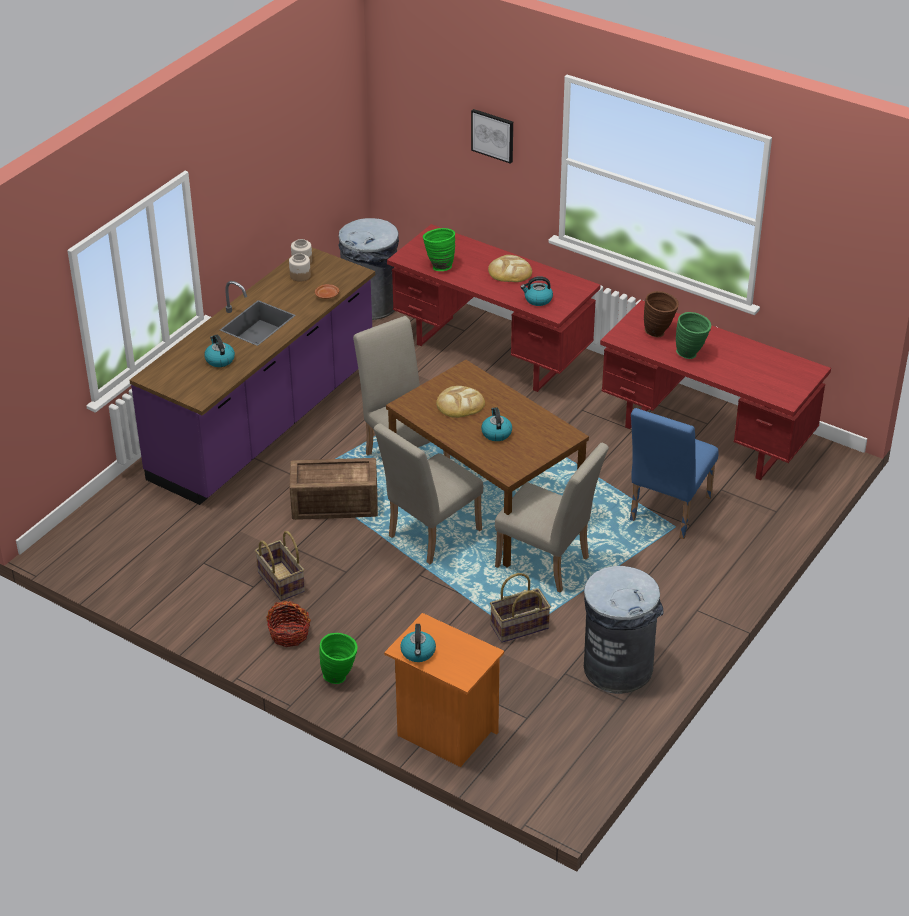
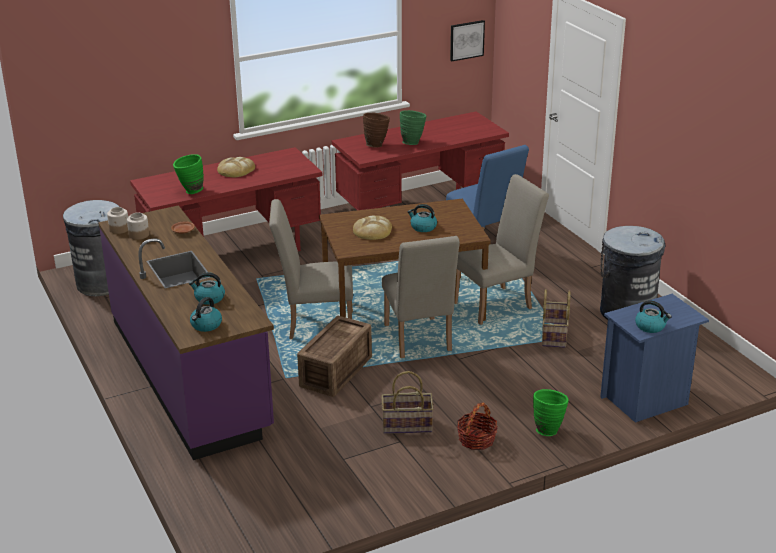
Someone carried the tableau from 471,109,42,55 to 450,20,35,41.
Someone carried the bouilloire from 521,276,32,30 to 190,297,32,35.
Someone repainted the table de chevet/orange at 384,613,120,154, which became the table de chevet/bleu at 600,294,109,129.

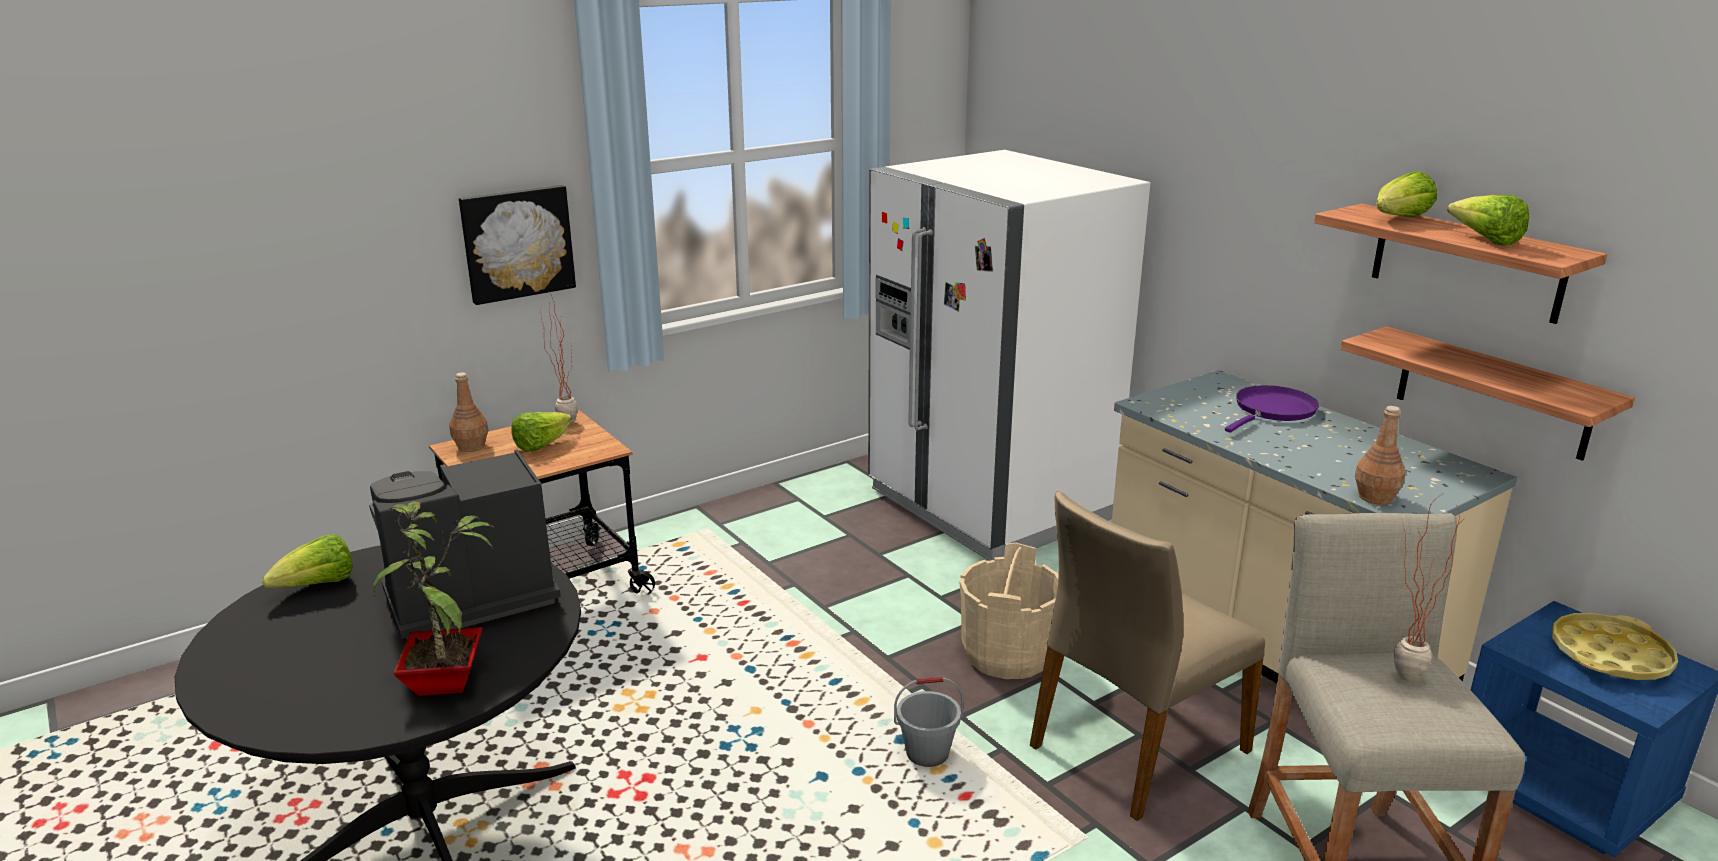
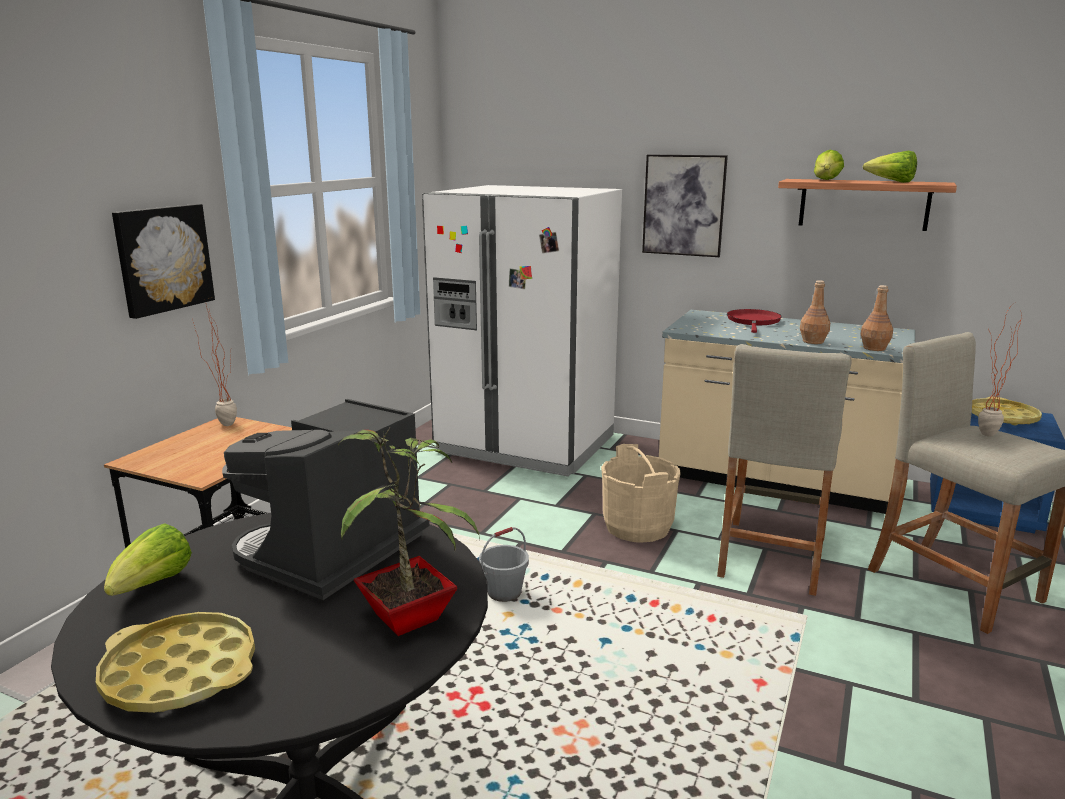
Someone took away the laitue at 511,412,61,40.
Someone took away the étagère at 1341,326,294,135.
Someone put down the plateau/jaune at 96,612,159,101.
Someone put up the tableau at 642,155,86,102.
Someone carried the bouteille/marron from 449,373,39,79 to 800,280,30,64.
Someone carried the seau/gris from 894,677,70,90 to 479,527,50,75.
Someone swapped the chaise/beige at 1030,491,235,330 for the tabouret/beige at 717,344,135,252.
Someone repainted the poêle/violet at 1225,385,94,48, which became the poêle/rouge at 727,309,55,24.

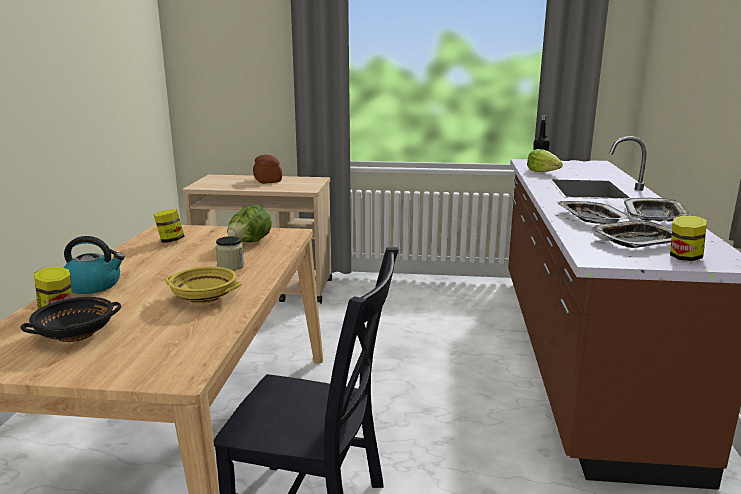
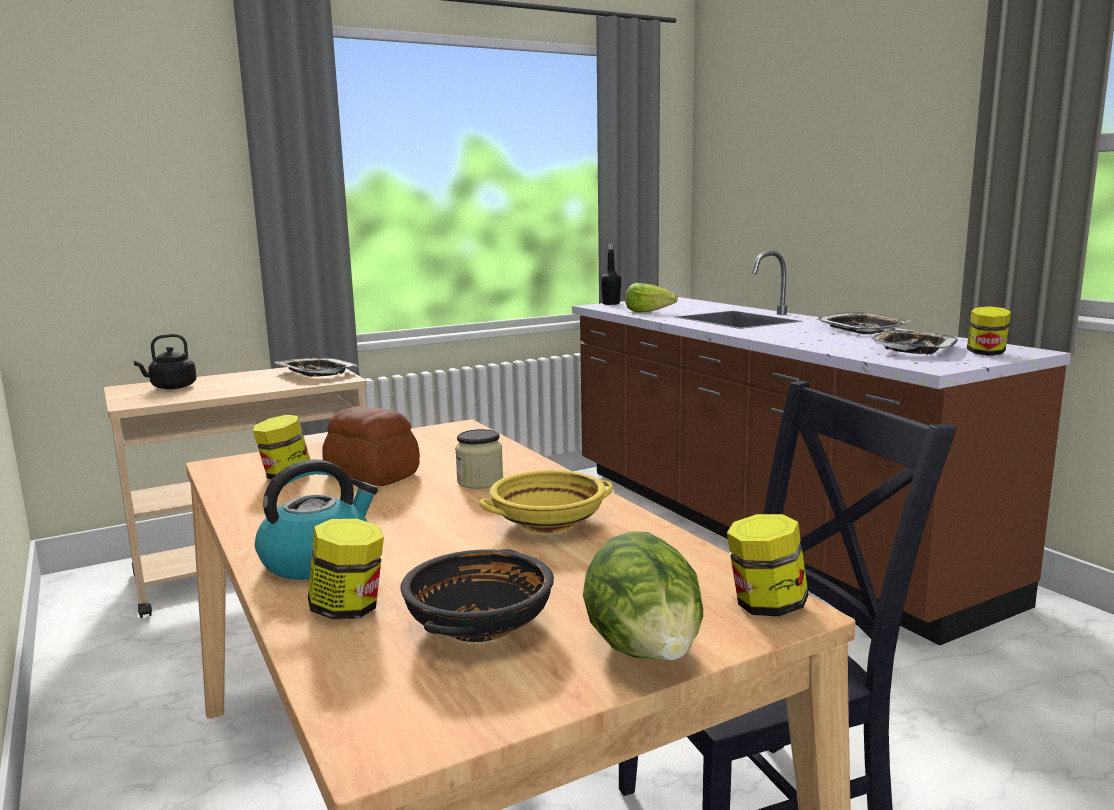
Someone put down the bouilloire/noir at 134,334,63,55.
Someone put down the bocal at 727,514,82,102.
Someone carried the laitue from 227,205,45,37 to 583,531,120,130.
Someone carried the pain from 253,155,29,29 to 322,406,98,80.
Someone carried the plateau from 557,201,75,23 to 274,358,84,19.

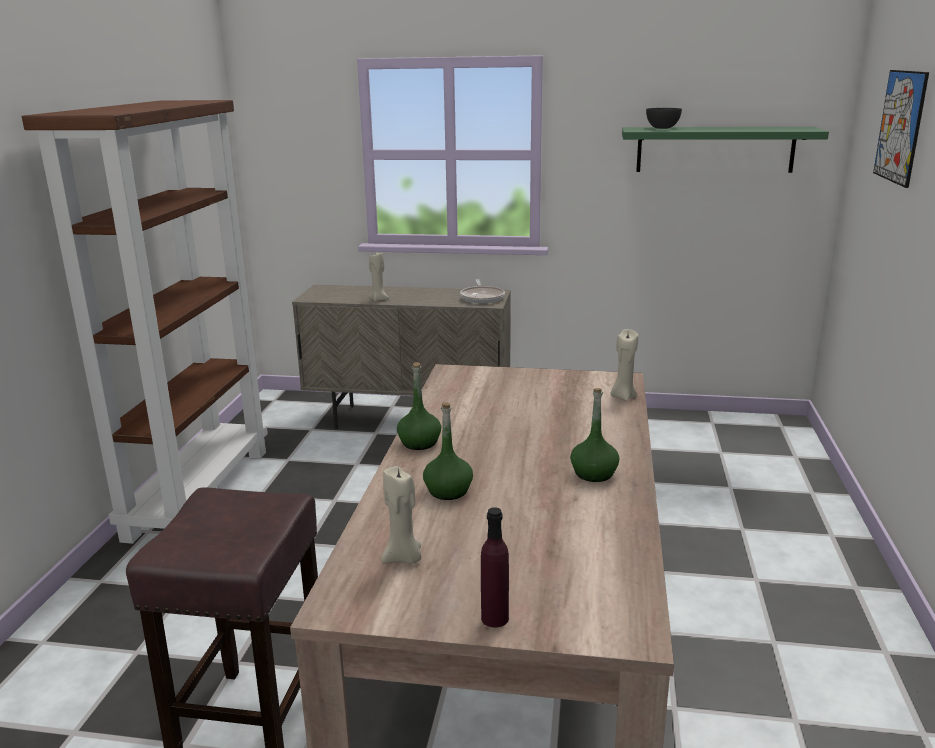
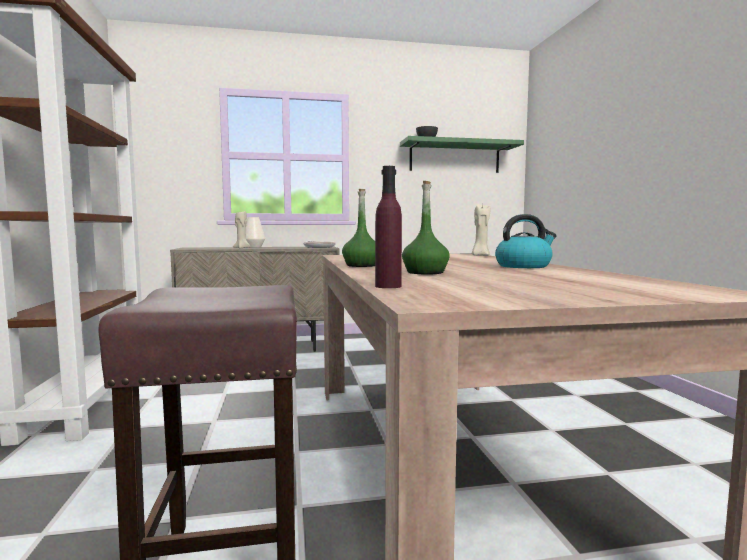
Someone took away the bougie/beige at 381,466,40,98.
Someone took away the tableau at 873,70,56,118.
Someone put down the vase/blanc at 245,217,20,31.
Someone carried the bouteille/violet from 481,507,28,120 to 375,166,27,122.
Someone swapped the bouteille/vert at 570,388,49,94 for the bouilloire at 495,214,61,54.

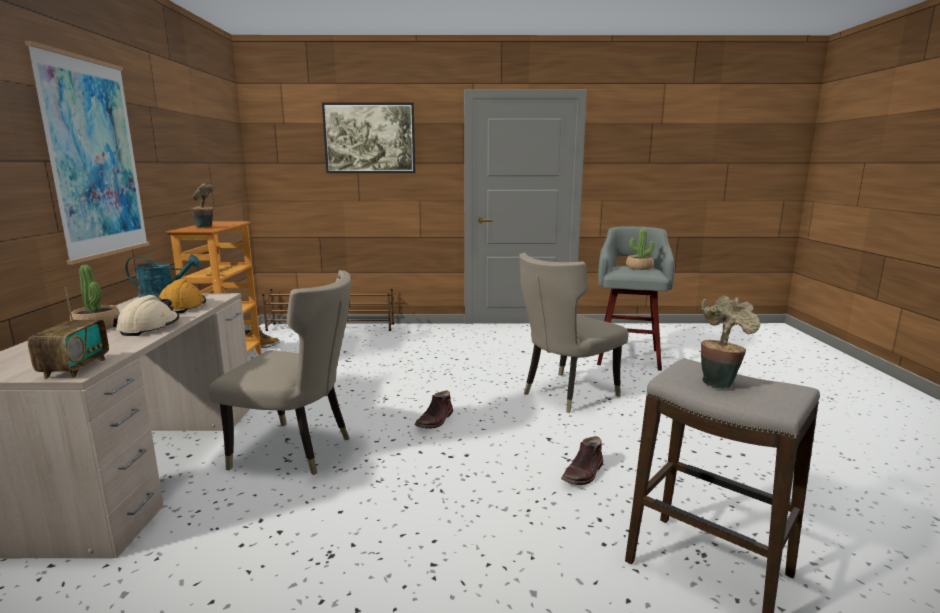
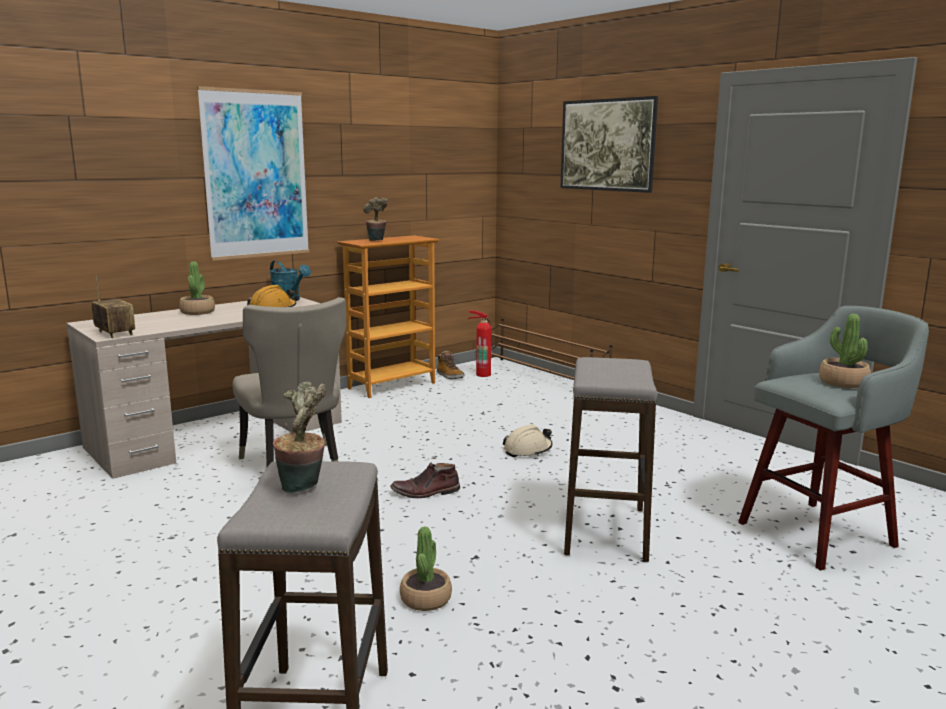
Someone put down the extincteur at 468,310,25,67.
Someone carried the casque de chantier/beige from 113,295,66,41 to 503,425,49,32.
Someone swapped the chaise/beige at 519,253,109,160 for the tabouret at 564,357,93,205.
Someone swapped the botte/marron at 561,436,42,49 for the plante en pot at 400,526,52,85.
Someone rotated the radio at 28,287,81,92 by 90 degrees counterclockwise.

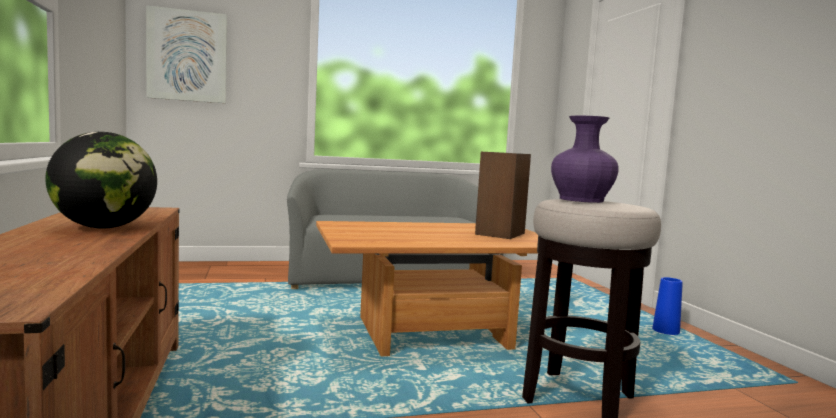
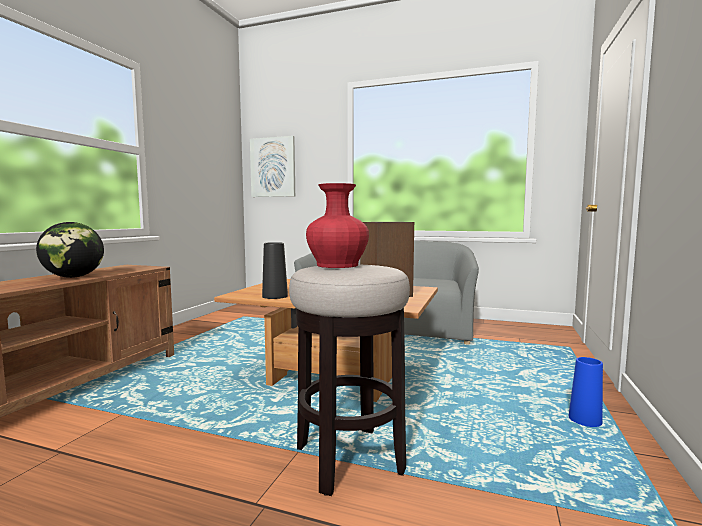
Someone put down the vase/noir at 262,242,26,57.
Someone repainted the vase/violet at 551,116,68,87, which became the vase/rouge at 306,183,63,85.

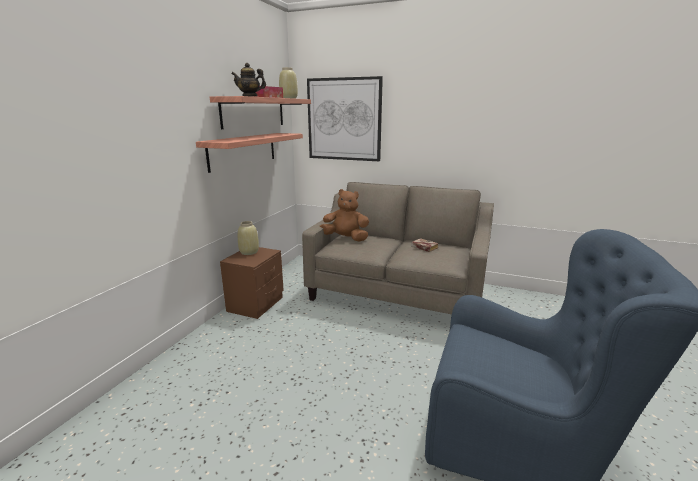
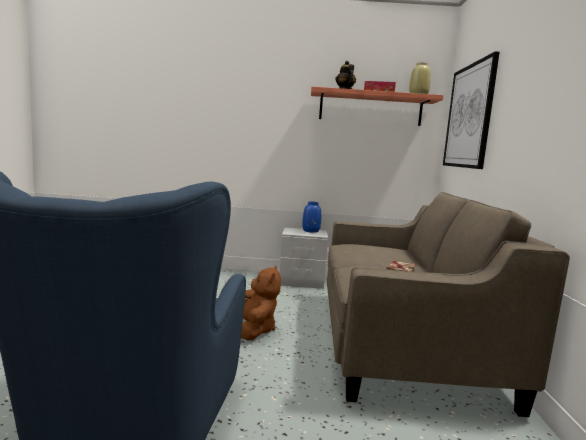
Someone took away the étagère at 196,133,107,40.
Someone carried the peluche/marron from 320,189,49,53 to 241,265,40,76.
Someone repainted the table de chevet/marron at 220,247,64,72, which became the table de chevet/gris at 280,227,48,62.
Someone repainted the vase/beige at 238,221,21,34, which became the vase/bleu at 302,202,19,31.

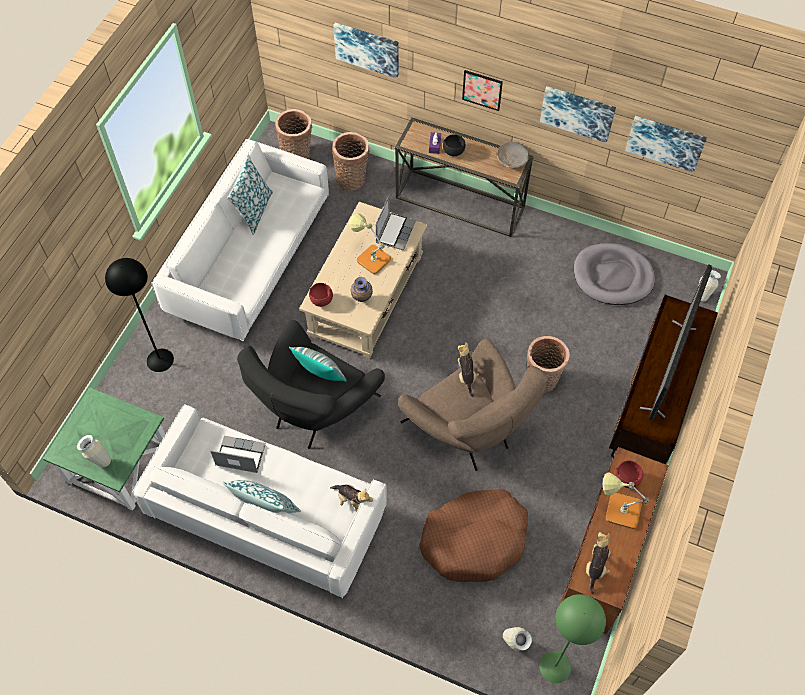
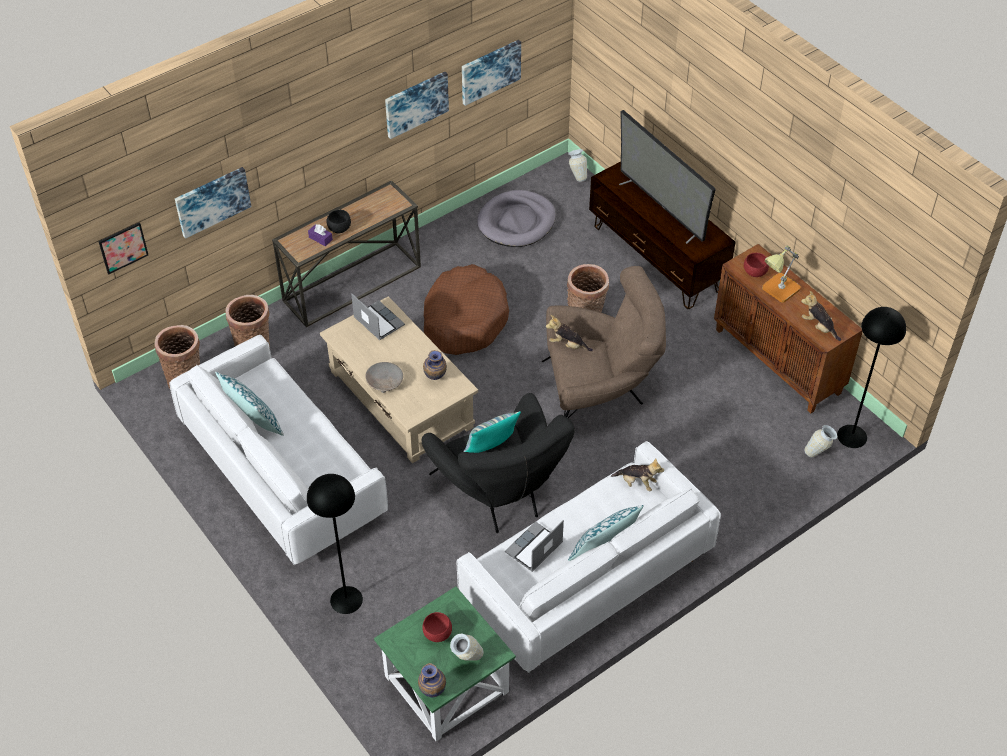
Someone took away the lampe de table at 349,213,42,61.
Someone put down the vase at 418,663,28,34.
Someone carried the bol/rouge from 309,283,24,24 to 422,612,30,30.
Someone carried the panier pour chien/marron from 419,489,109,93 to 424,264,85,91.
Someone carried the tableau from 462,70,41,41 to 98,222,50,52.
Someone carried the bol/beige from 497,142,32,26 to 365,362,38,31.
Someone repainted the lampadaire/vert at 539,594,67,89, which became the lampadaire/noir at 837,307,69,141.
Someone rotated the peluche at 330,484,43,28 by 45 degrees clockwise.

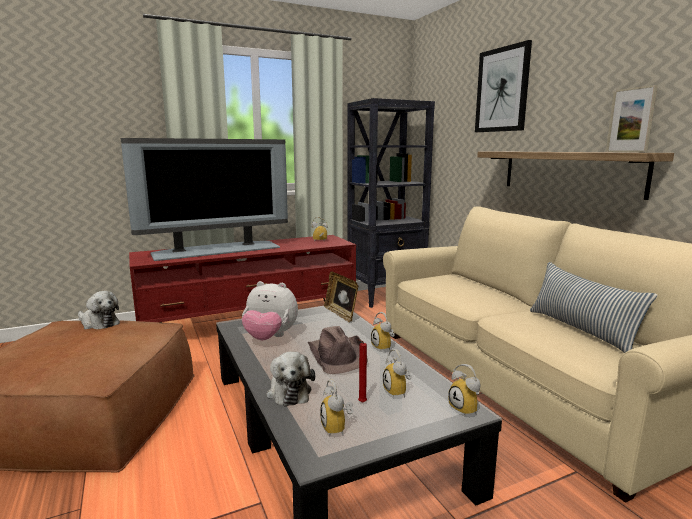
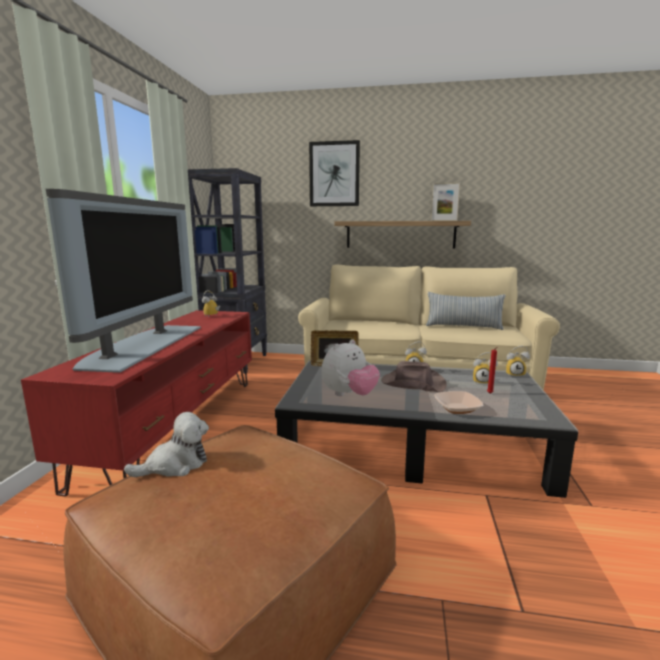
Someone took away the réveil at 320,380,34,56.
Someone swapped the peluche at 266,351,49,55 for the bol at 434,391,50,23.

